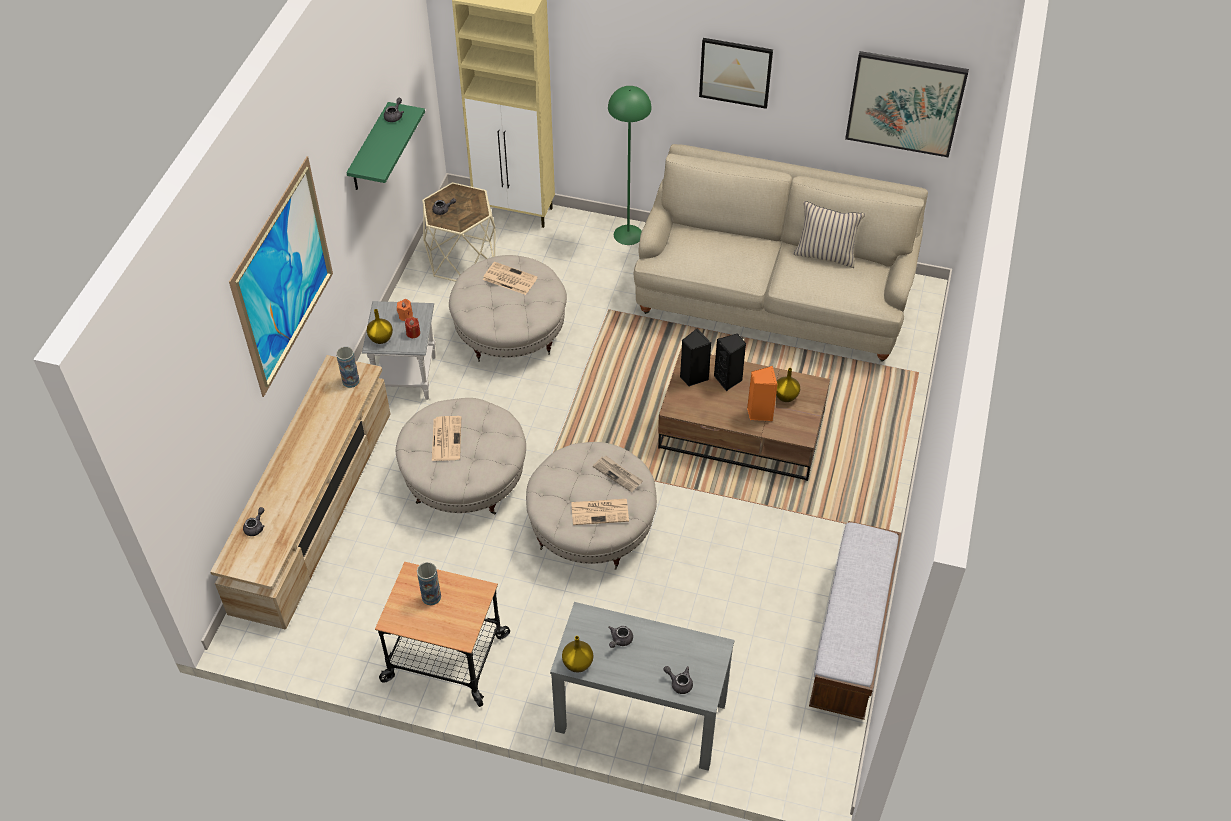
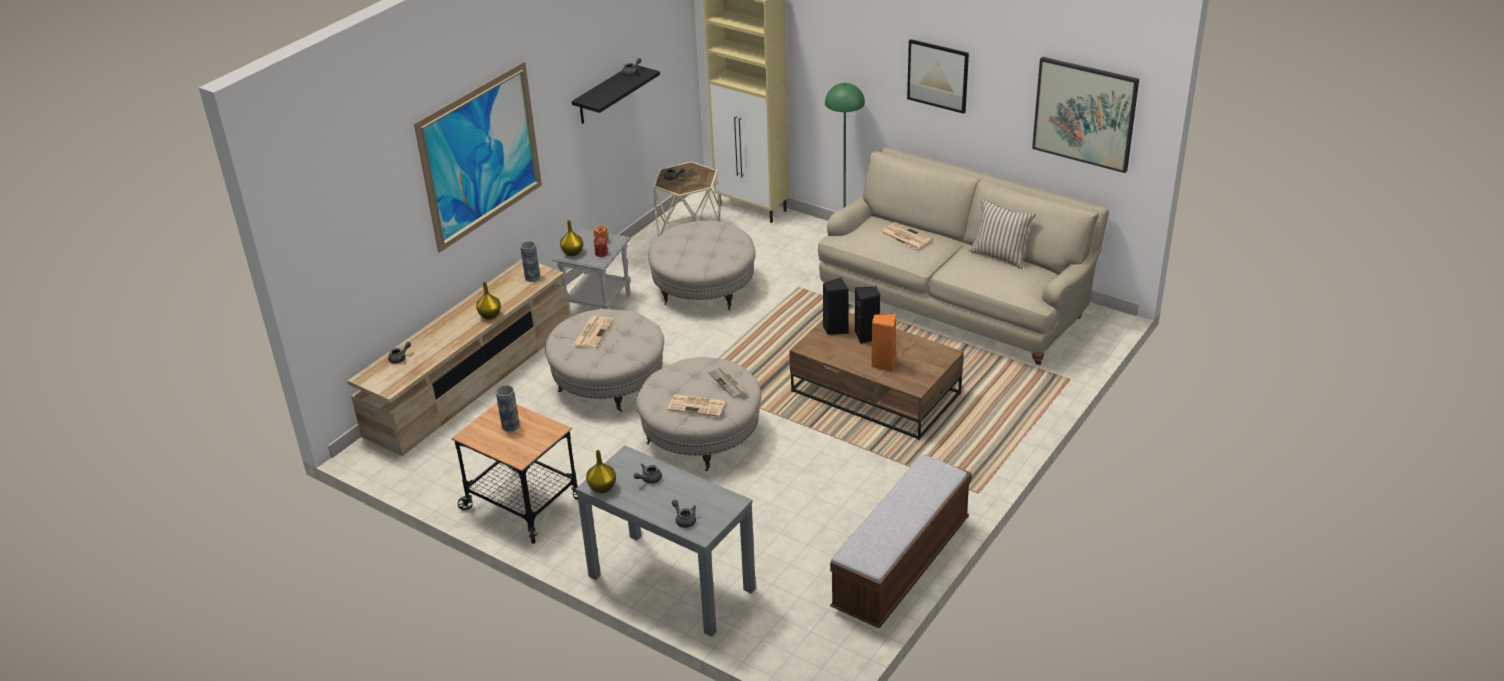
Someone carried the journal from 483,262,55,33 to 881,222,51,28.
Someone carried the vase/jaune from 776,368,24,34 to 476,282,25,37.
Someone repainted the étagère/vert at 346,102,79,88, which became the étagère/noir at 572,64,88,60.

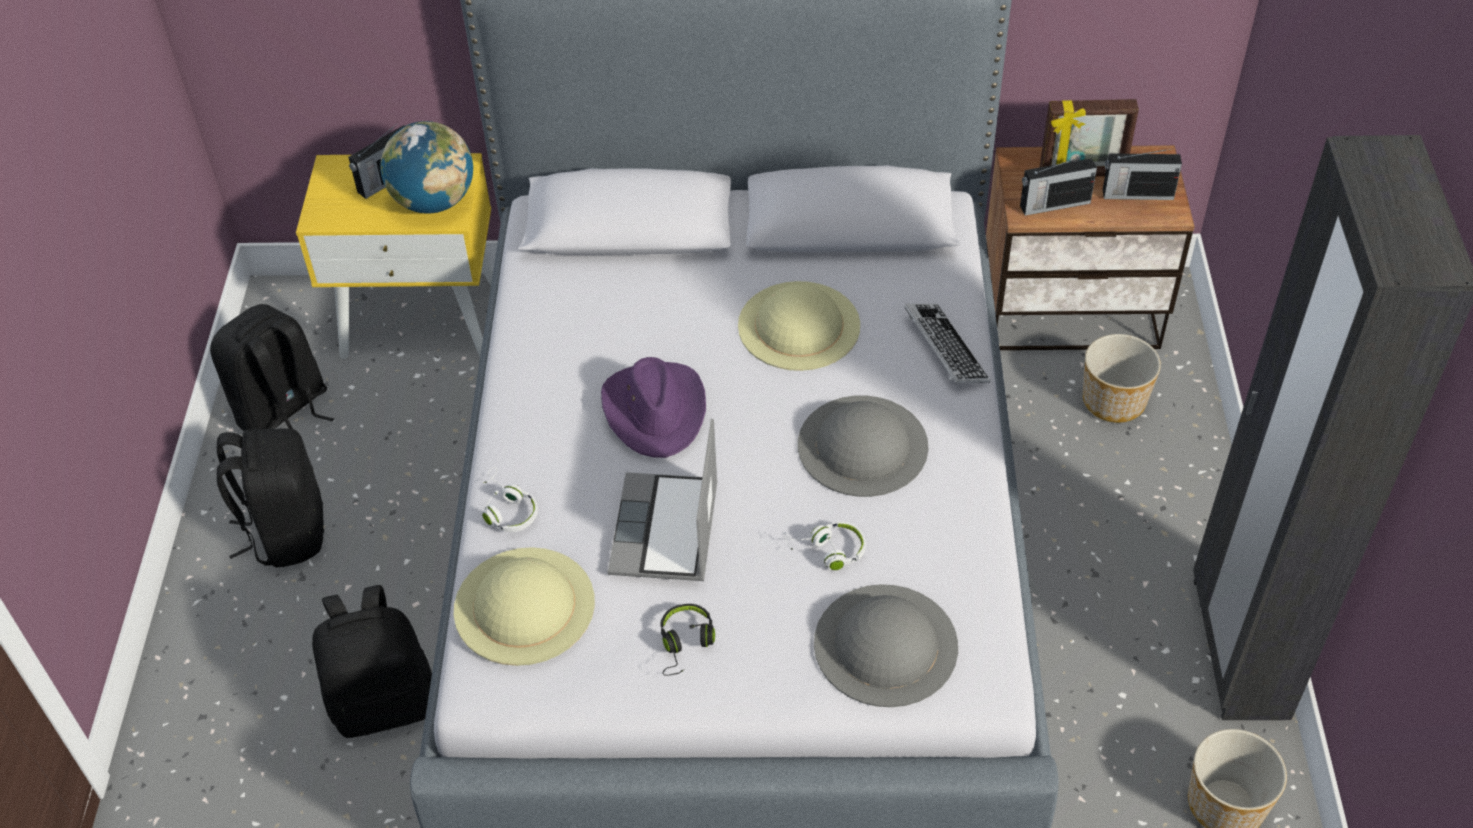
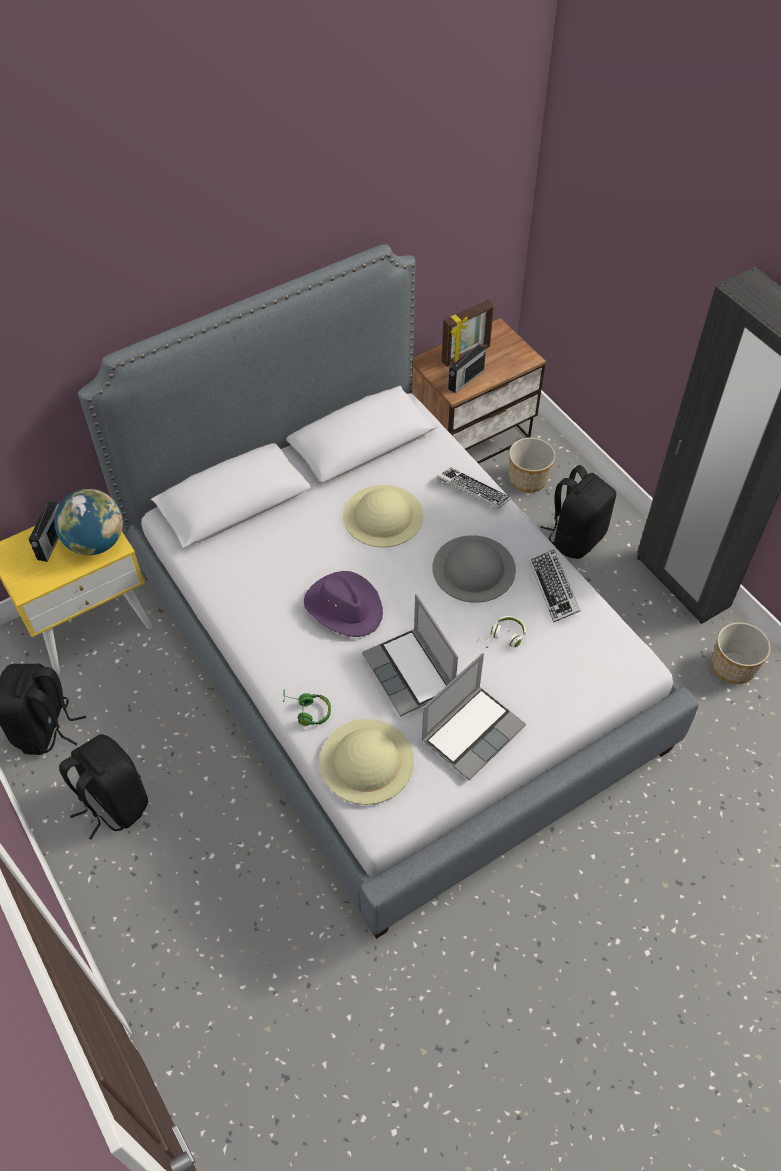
Someone took away the chapeau/gris at 814,584,144,123.
Someone took away the radio at 1103,148,79,52.
Someone put down the clavier at 529,549,51,73.
Someone carried the sac à dos/noir from 312,585,120,153 to 540,465,76,94.
Someone swapped the casque audio/noir at 660,604,55,72 for the ordinateur portable at 421,653,105,128.
Someone repainted the casque audio/blanc at 482,467,56,65, which became the casque audio/vert at 283,689,48,37.

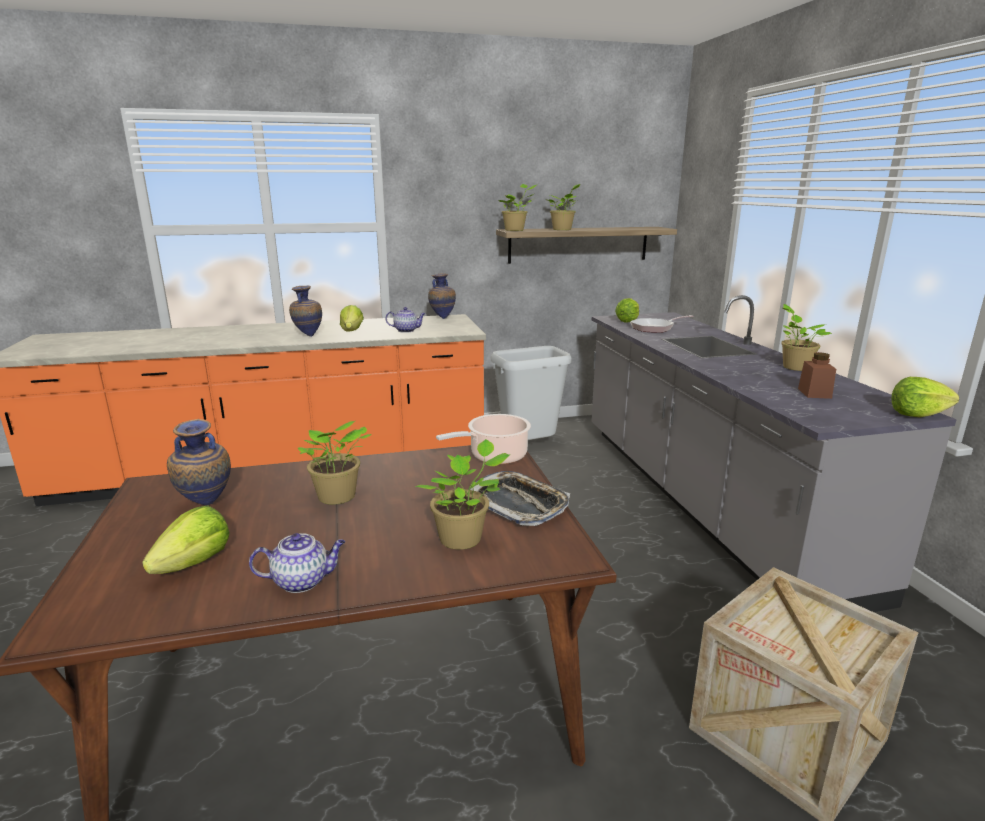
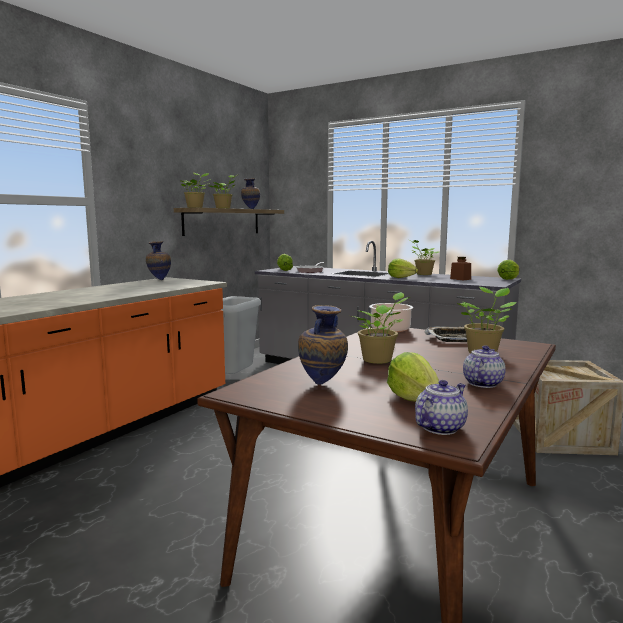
Someone carried the vase from 289,286,33,51 to 241,178,19,31.
Someone carried the laitue from 340,305,24,26 to 388,259,30,19.
Someone carried the théière from 386,307,40,26 to 415,380,53,55.

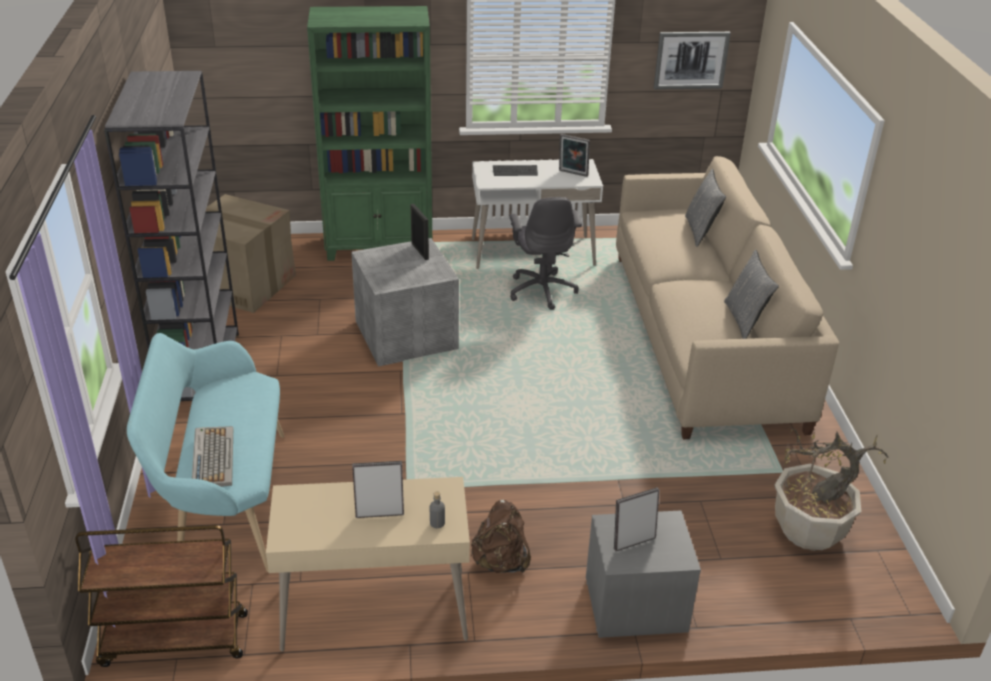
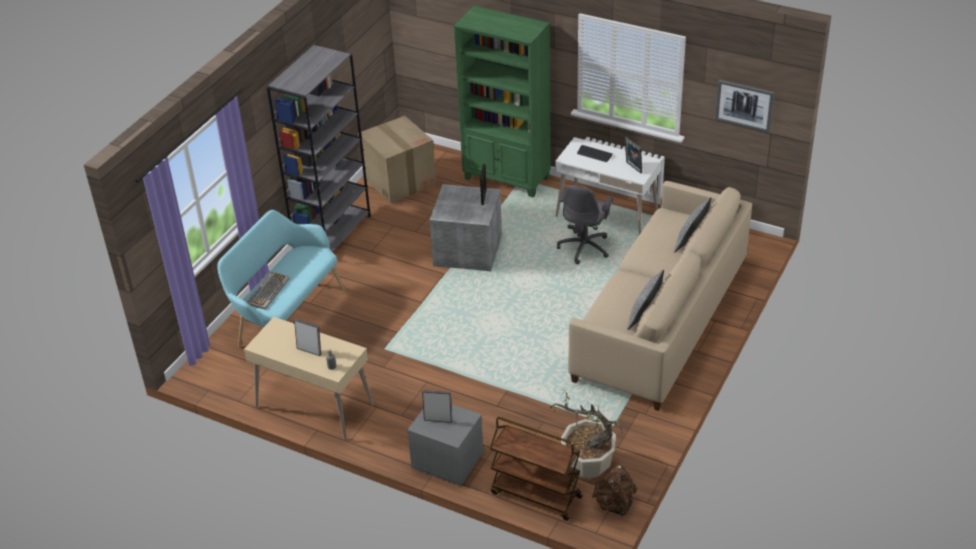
Someone carried the chariot/marron from 75,525,173,142 to 490,417,93,104.
Someone carried the sac à dos/marron from 471,500,60,73 to 592,465,45,52.

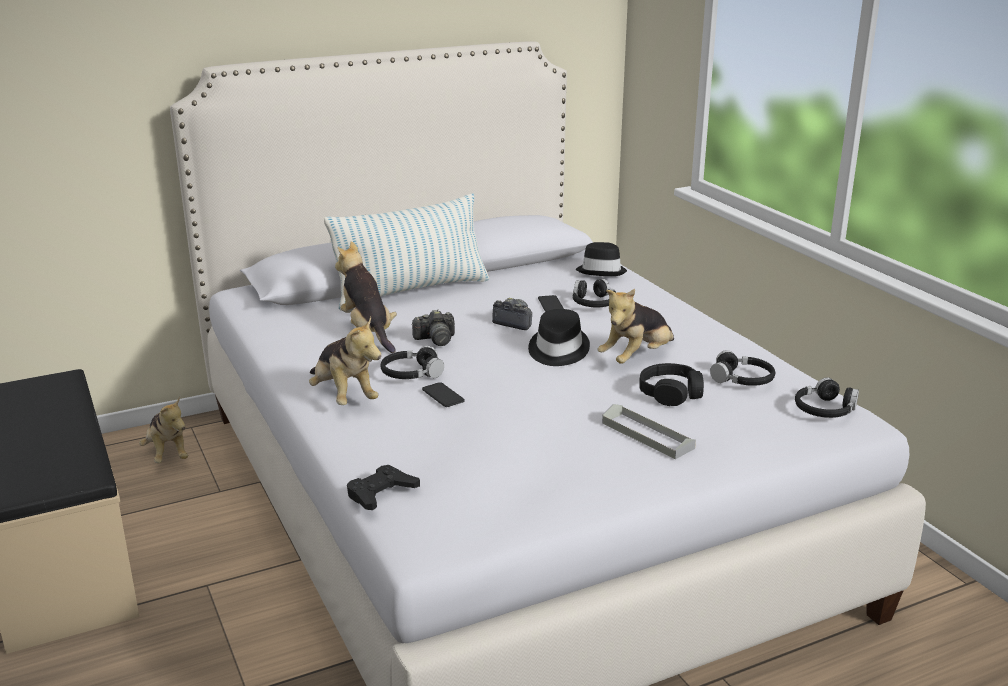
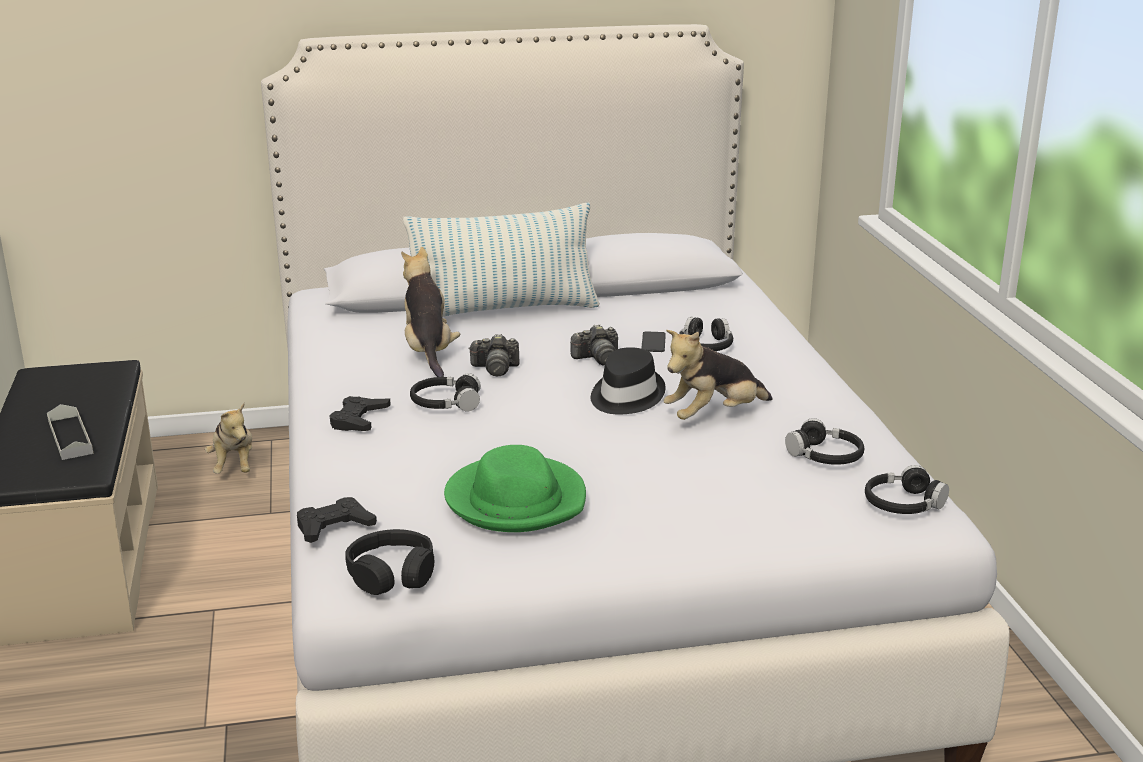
Someone took away the téléphone at 422,382,42,25.
Someone took away the chapeau/noir at 576,242,51,34.
Someone put down the chapeau/vert at 444,445,142,87.
Someone carried the plateau/gris from 602,404,94,55 to 47,404,46,56.
Someone carried the casque audio/noir from 639,363,65,43 to 345,529,89,66.
Someone swapped the peluche at 309,317,72,88 for the manette/noir at 329,396,62,35.
Someone rotated the appareil photo at 492,298,41,32 by 120 degrees clockwise.

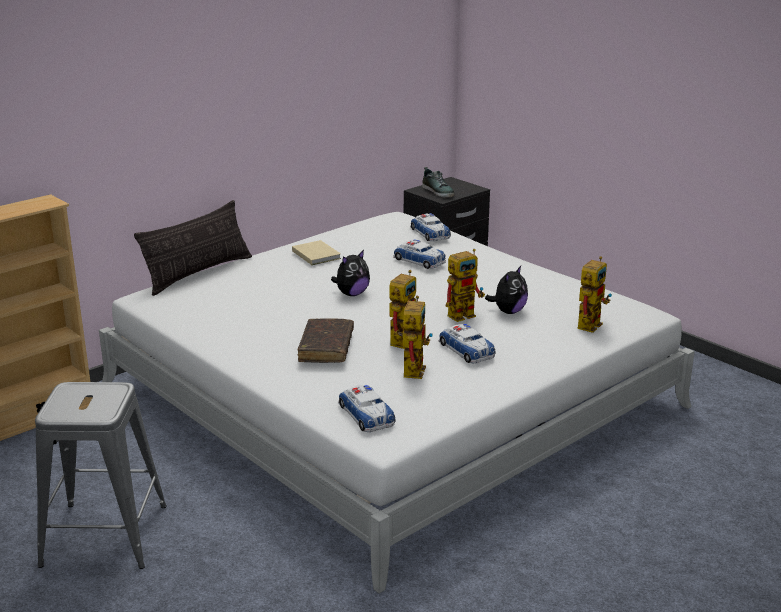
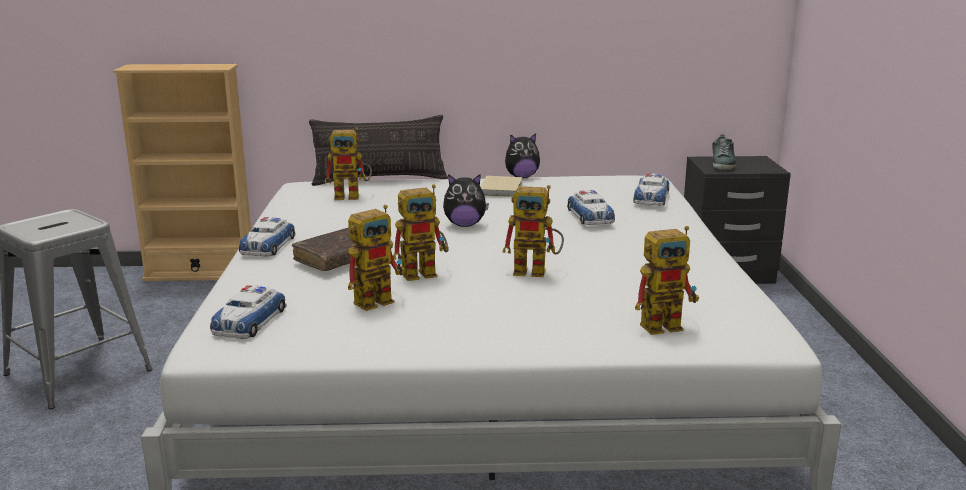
Someone put down the robot jouet at 324,127,48,73.
Someone carried the petite voiture from 439,324,57,39 to 239,217,57,39.
Someone carried the peluche from 485,266,43,48 to 505,133,35,45.

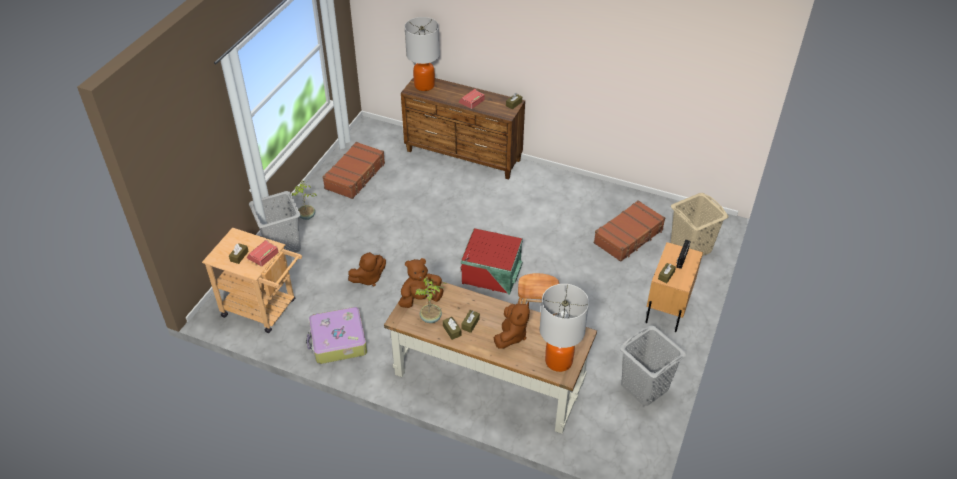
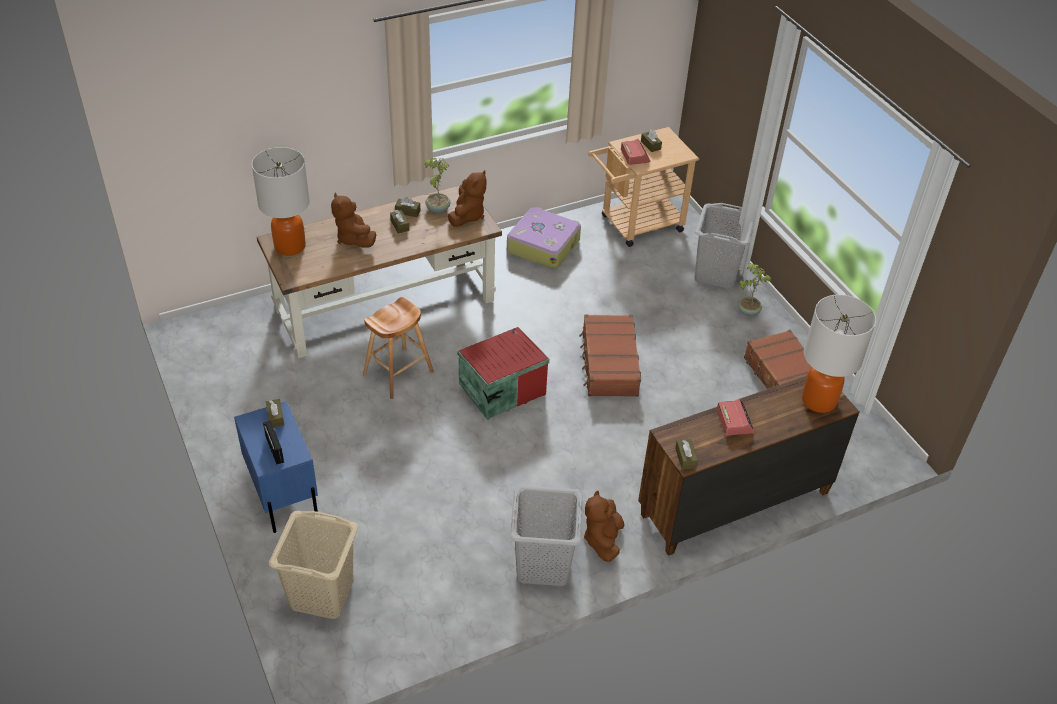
Someone carried the peluche/marron from 348,252,38,34 to 584,490,40,72.
Someone carried the valise/marron from 594,200,71,62 to 579,315,62,82.
Someone carried the panier à linge/gris from 620,325,67,81 to 510,485,73,101.
Someone repainted the table de chevet/beige at 645,242,58,90, which became the table de chevet/bleu at 234,401,84,132.

